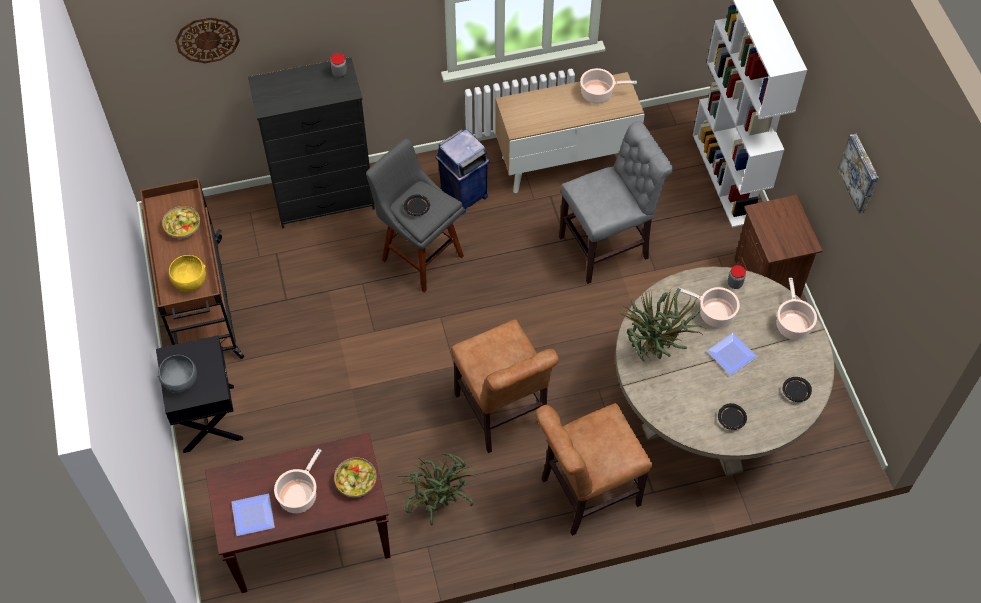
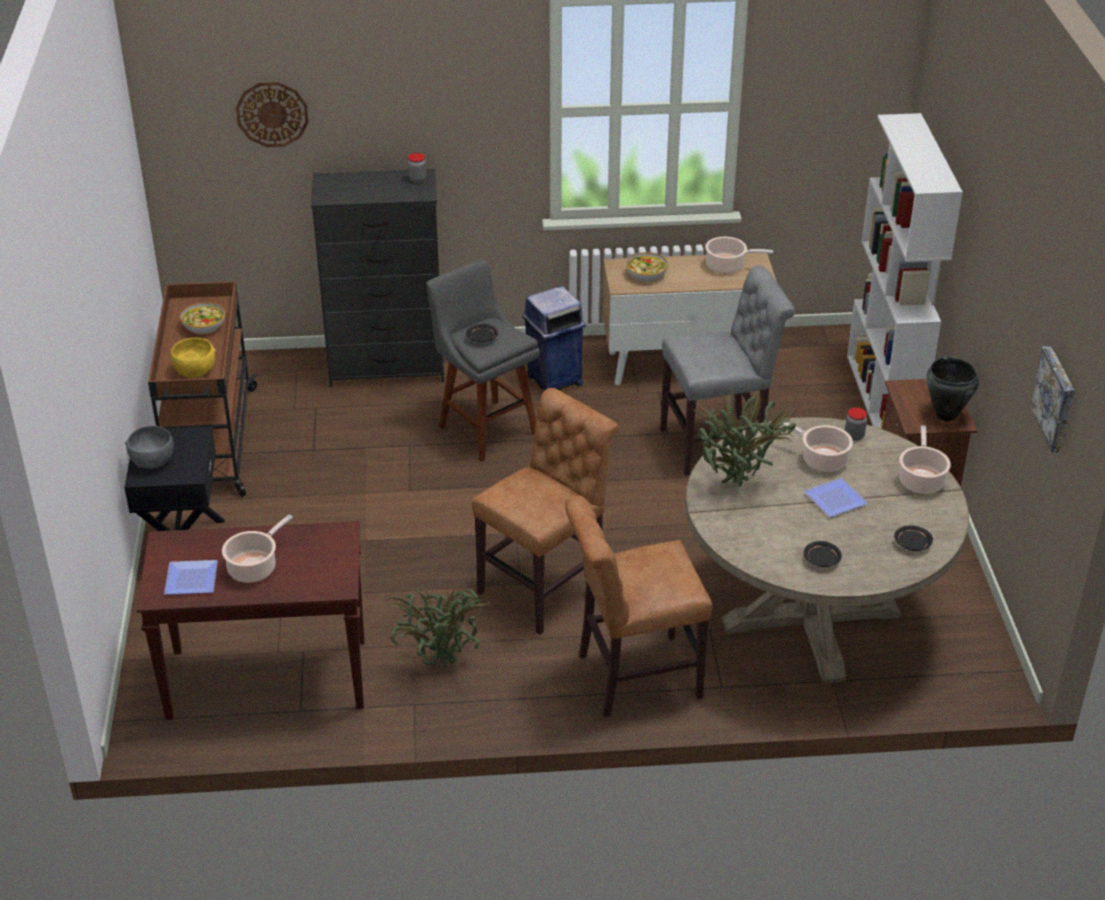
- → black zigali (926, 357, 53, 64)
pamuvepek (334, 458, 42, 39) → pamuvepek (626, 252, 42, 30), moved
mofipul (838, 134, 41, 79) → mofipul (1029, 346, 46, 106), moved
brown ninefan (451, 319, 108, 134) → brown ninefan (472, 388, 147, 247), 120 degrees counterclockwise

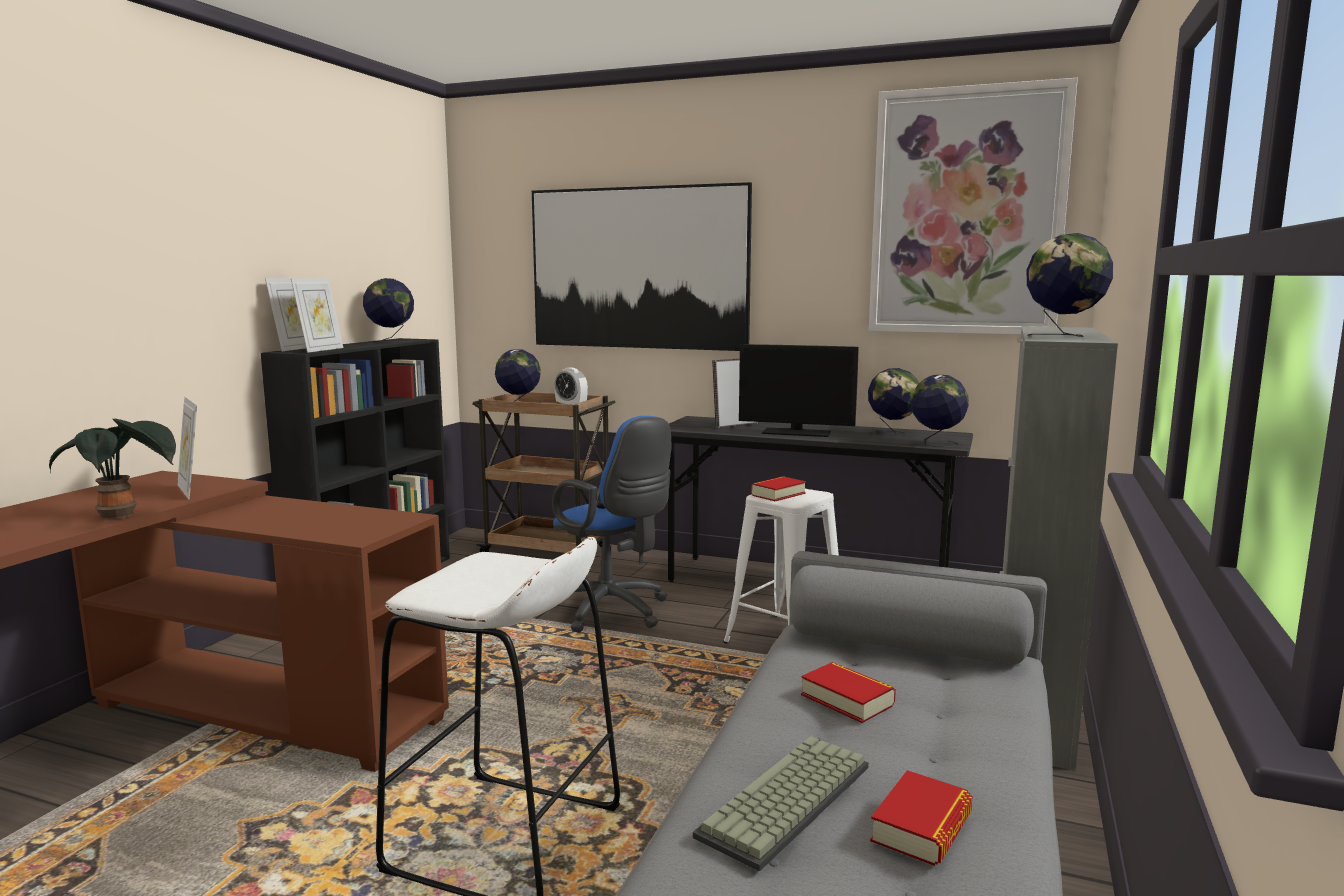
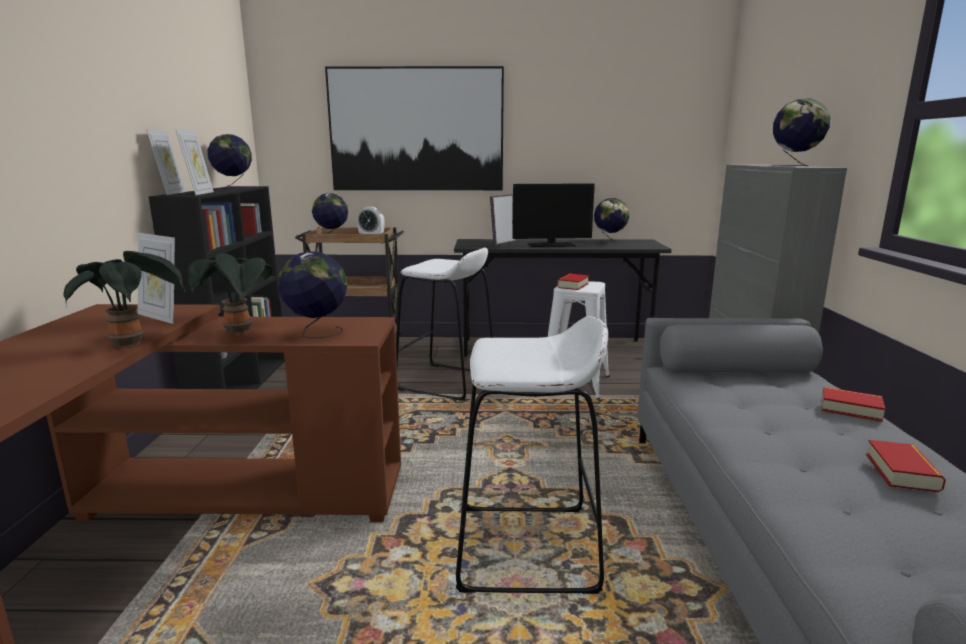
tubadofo (693, 736, 176, 135) → -
mofipul (869, 78, 209, 256) → -
- → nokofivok (188, 253, 84, 80)
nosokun (801, 662, 95, 61) → nosokun (822, 387, 63, 35), moved
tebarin (911, 375, 58, 72) → tebarin (279, 251, 68, 88), moved
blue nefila (552, 416, 119, 216) → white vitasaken (396, 247, 97, 154)

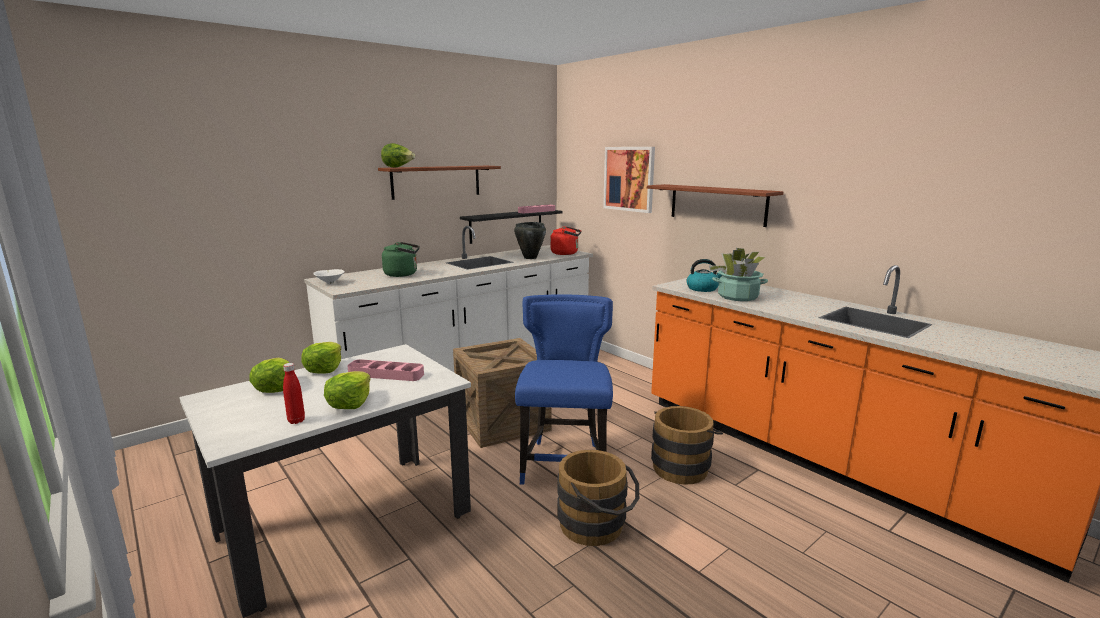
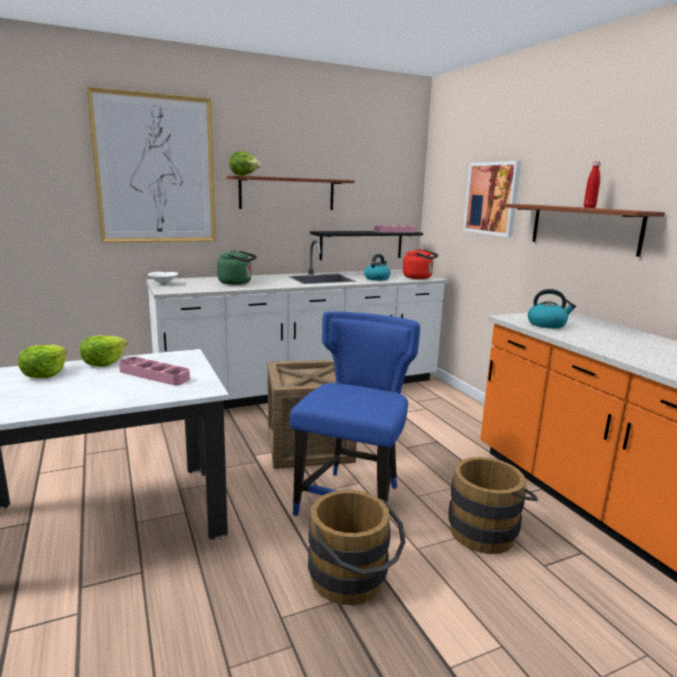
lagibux (324, 371, 47, 38) → -
nokofivok (709, 248, 59, 53) → -
- → mofipul (87, 87, 129, 156)
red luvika (283, 363, 22, 61) → red luvika (584, 161, 17, 47), moved
black zigali (514, 222, 32, 37) → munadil (364, 254, 26, 27)

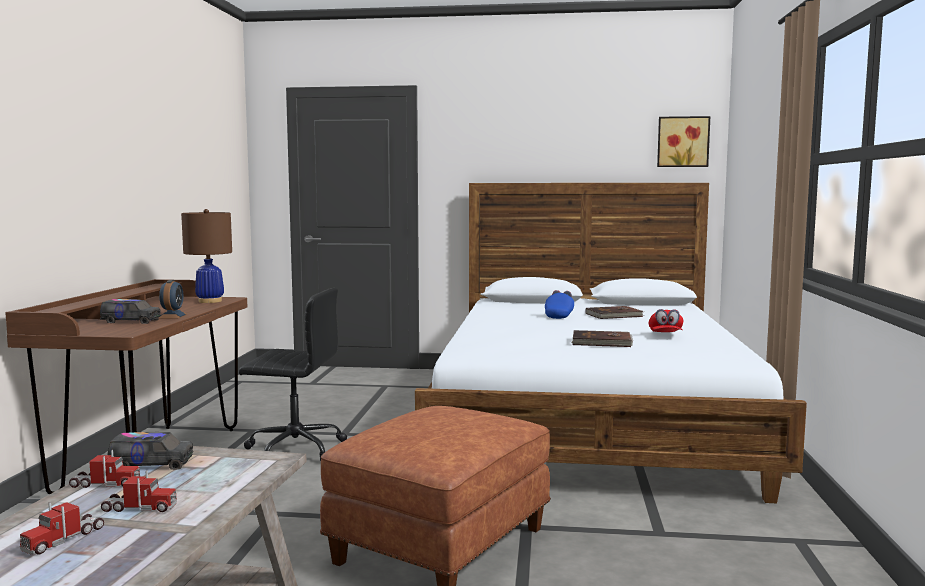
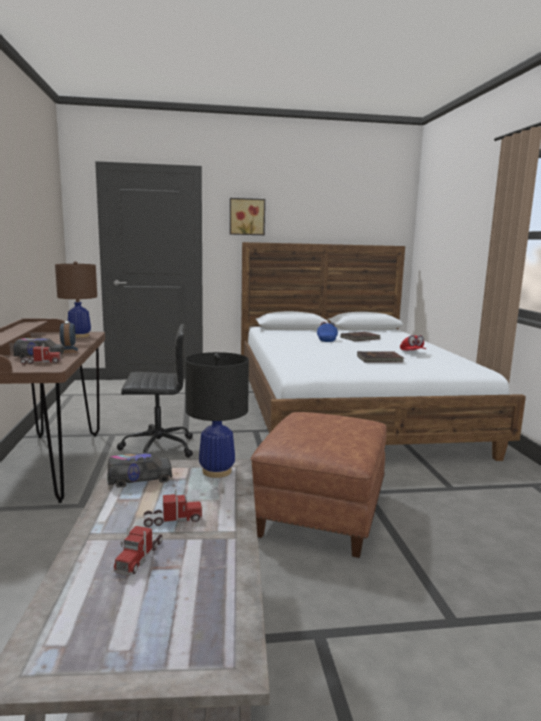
- → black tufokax (185, 352, 64, 126)
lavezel (69, 450, 71, 38) → lavezel (20, 343, 41, 21), moved
mofipul (657, 116, 53, 51) → mofipul (230, 198, 35, 37), moved

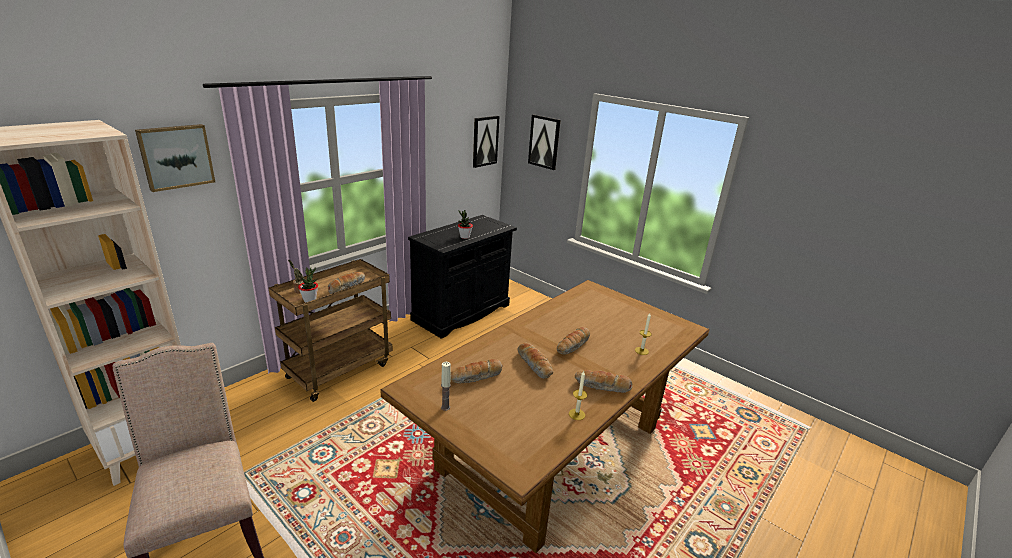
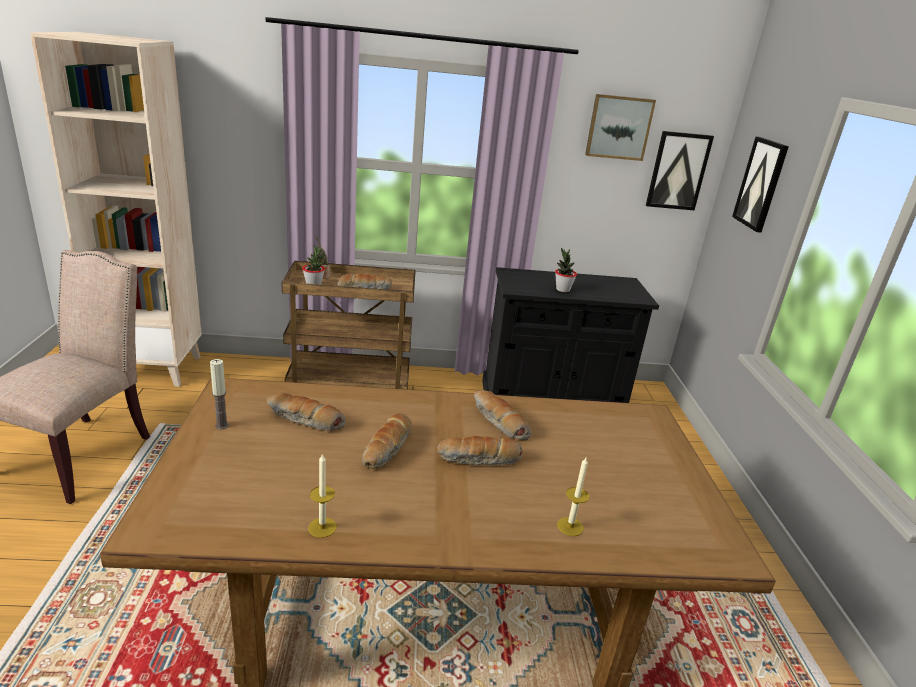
mofipul (135, 124, 80, 68) → mofipul (585, 94, 71, 67), moved
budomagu (575, 370, 57, 23) → budomagu (474, 390, 57, 50), moved

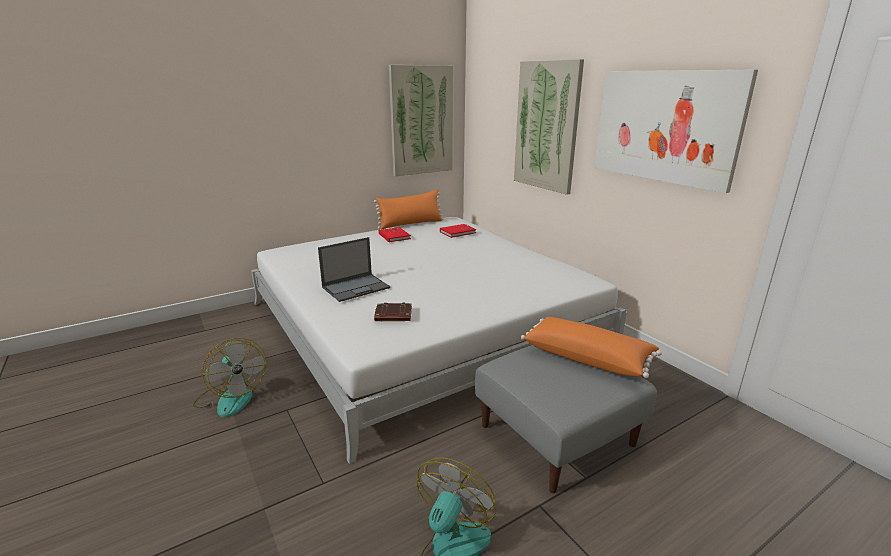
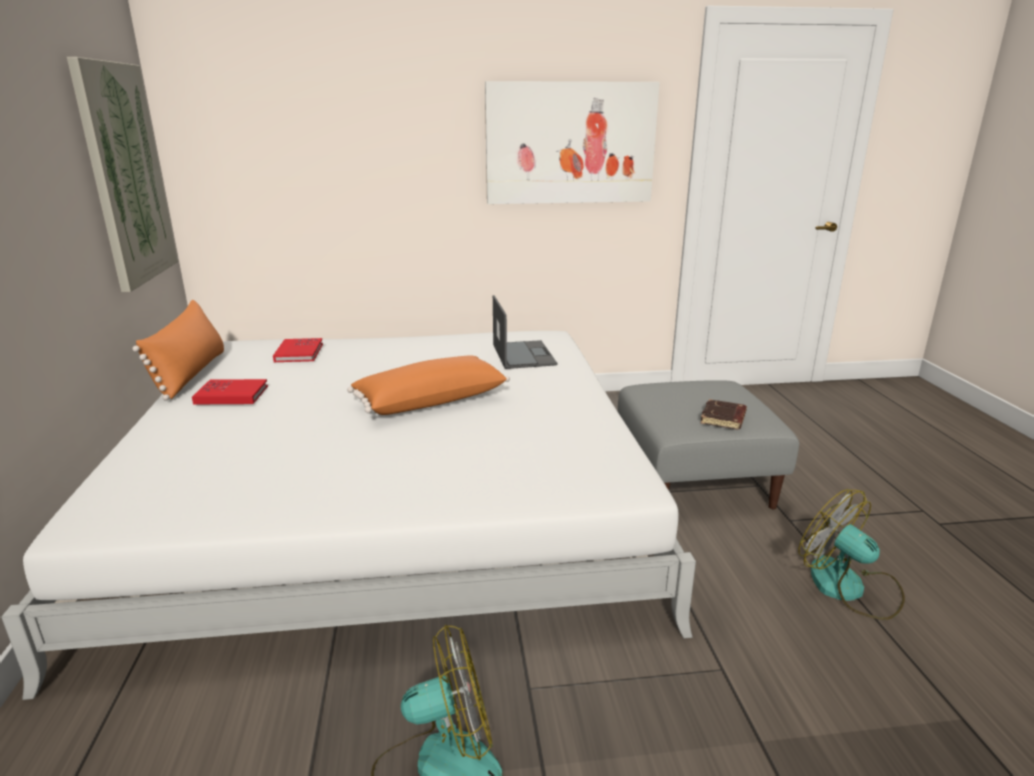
mofipul (514, 59, 70, 136) → -
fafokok (318, 237, 72, 65) → fafokok (493, 295, 64, 74), moved
brown nosokun (374, 302, 38, 19) → brown nosokun (701, 399, 46, 31), moved
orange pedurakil (521, 317, 141, 61) → orange pedurakil (347, 356, 163, 59), moved

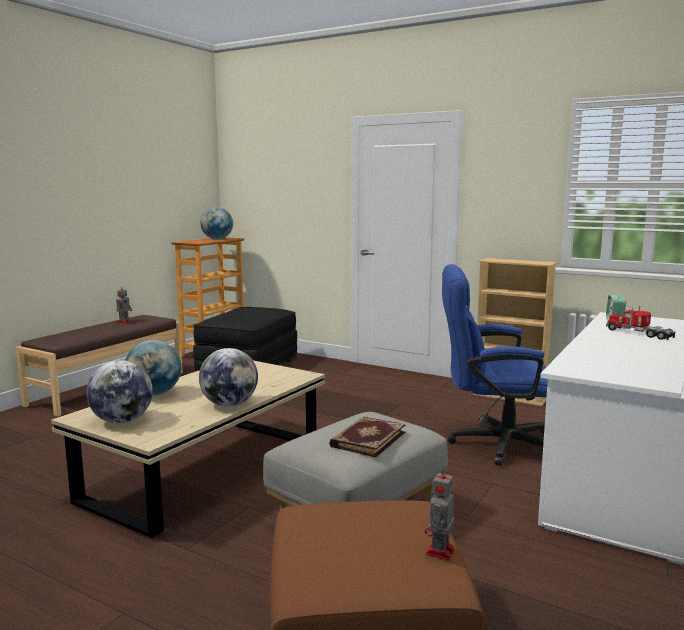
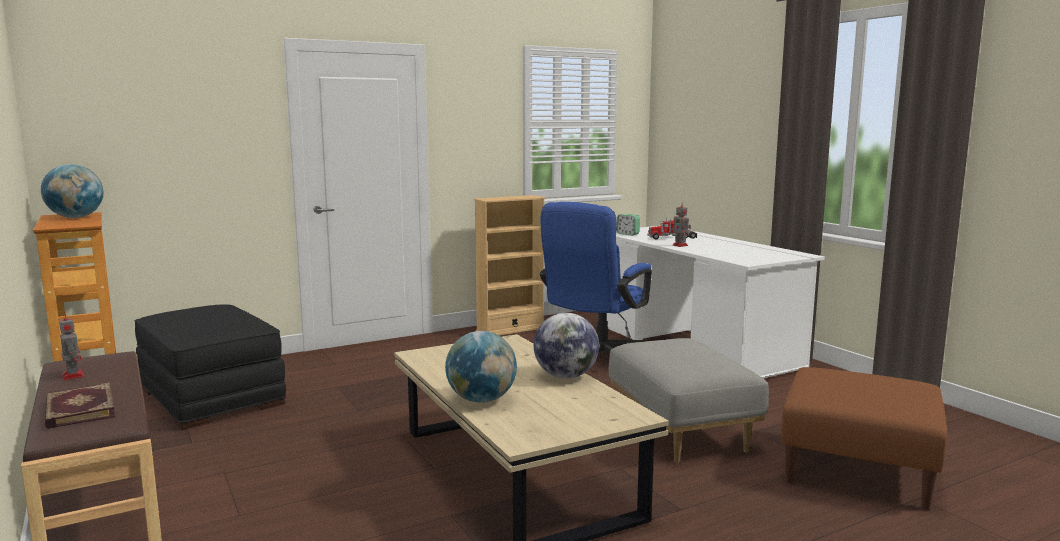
tebarin (86, 360, 67, 63) → -
nosokun (329, 417, 77, 41) → nosokun (45, 383, 70, 46), moved
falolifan (425, 467, 30, 94) → falolifan (671, 202, 20, 45), moved

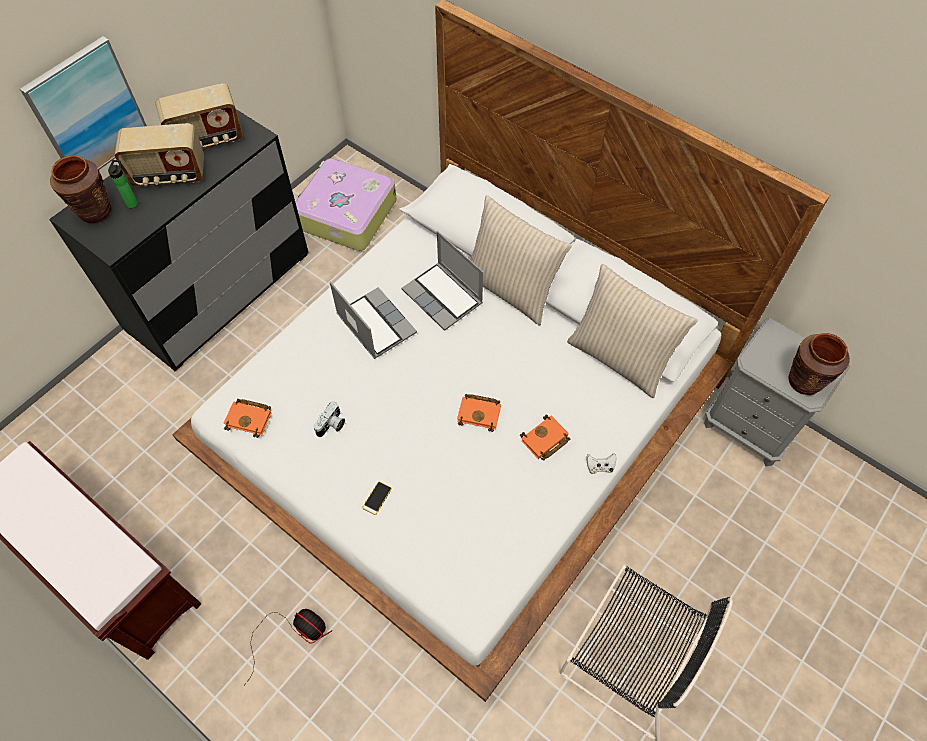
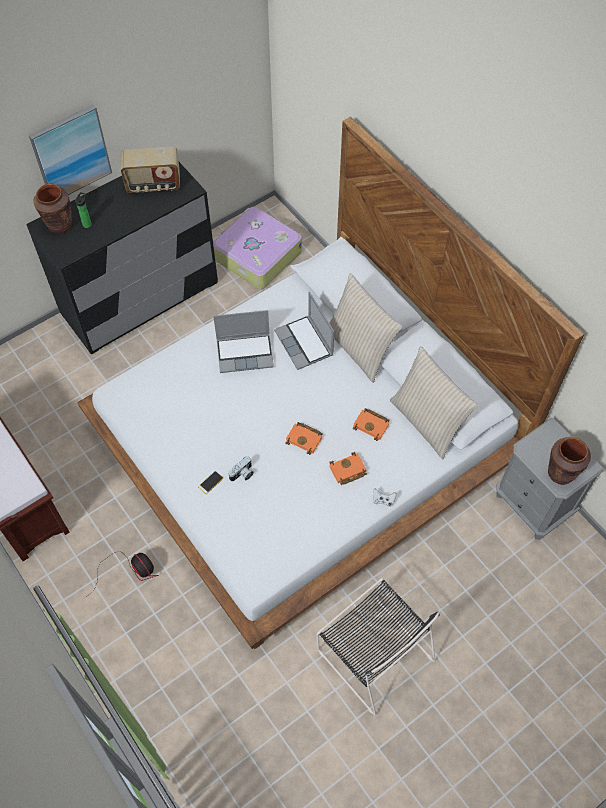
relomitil (115, 123, 89, 64) → -
orange nosokun (223, 399, 49, 39) → orange nosokun (353, 408, 37, 33), moved
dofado (313, 402, 32, 35) → dofado (228, 456, 26, 25), moved
fafokok (330, 281, 87, 78) → fafokok (213, 310, 61, 63), 105 degrees clockwise

